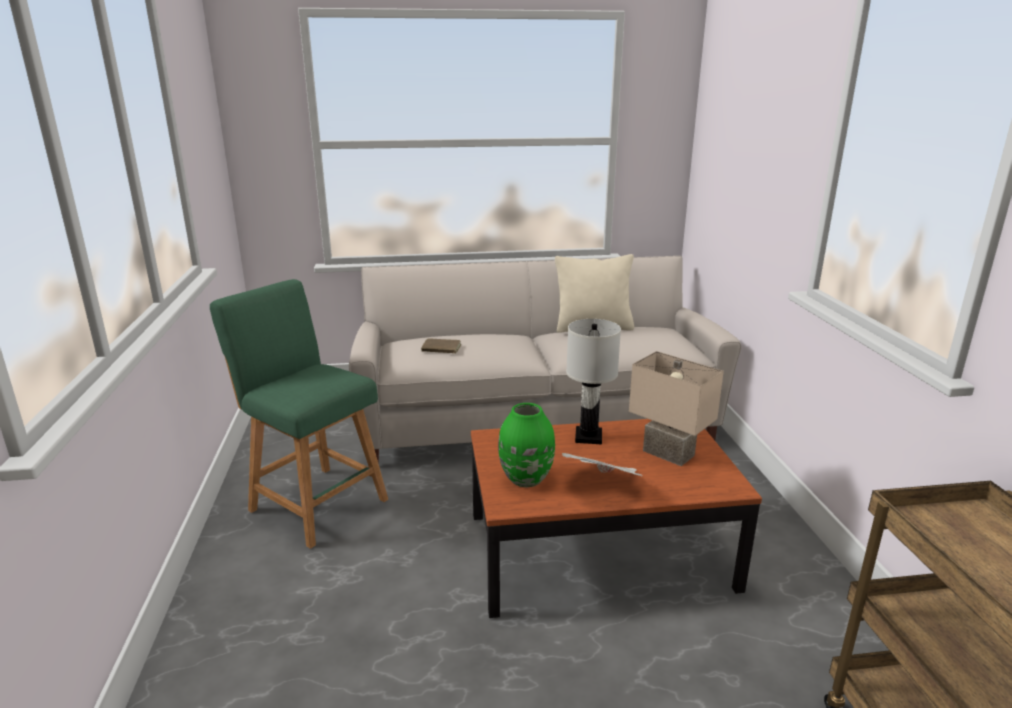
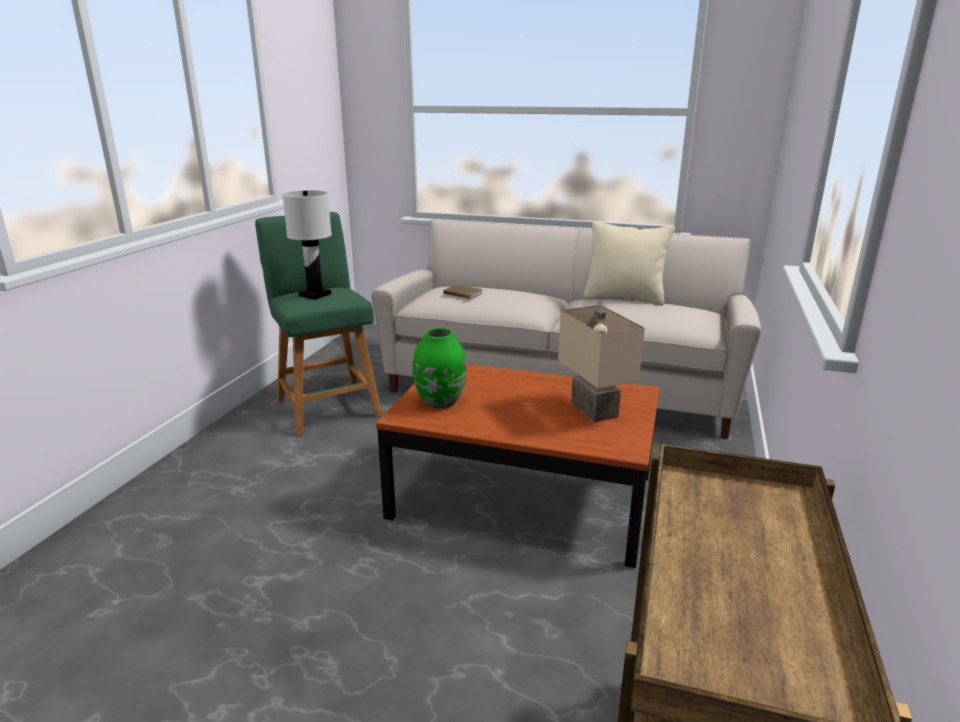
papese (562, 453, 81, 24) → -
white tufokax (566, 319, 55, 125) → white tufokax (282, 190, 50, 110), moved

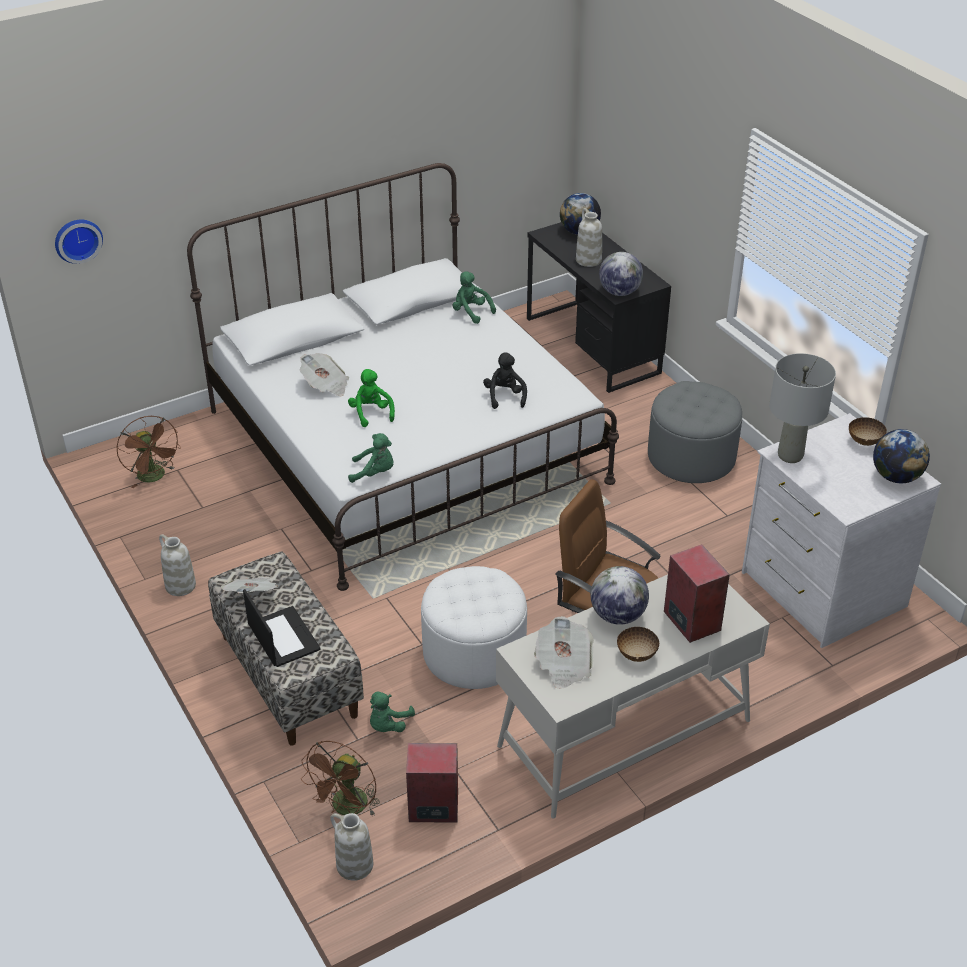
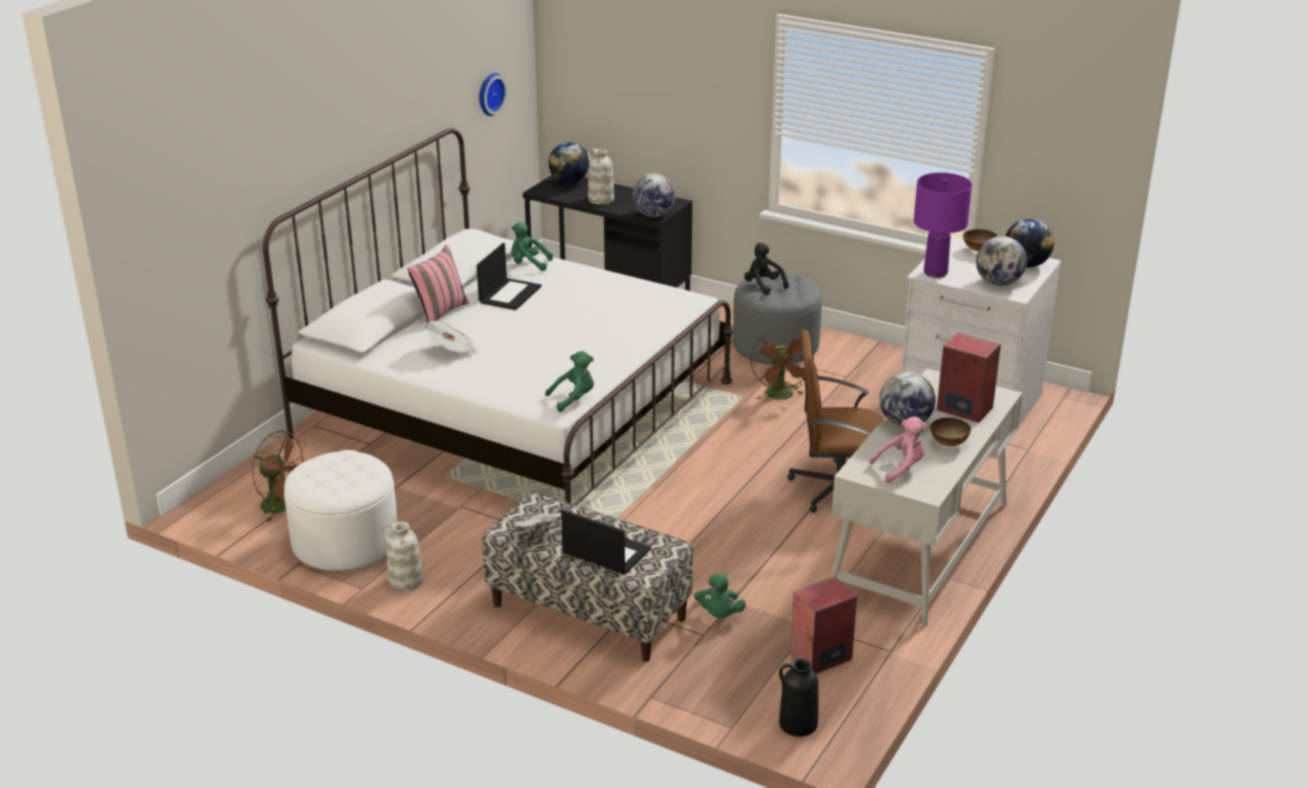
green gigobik (348, 369, 47, 58) → -
- → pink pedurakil (407, 244, 62, 79)
- → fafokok (477, 243, 65, 67)
- → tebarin (976, 236, 51, 50)
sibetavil (55, 219, 48, 45) → sibetavil (479, 73, 28, 43), moved
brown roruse (301, 741, 79, 76) → brown roruse (750, 328, 64, 71), moved
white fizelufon (421, 566, 106, 123) → white fizelufon (284, 450, 114, 121), moved
black gigobik (483, 352, 44, 57) → black gigobik (744, 243, 45, 52), moved
papese (534, 616, 60, 73) → pink gigobik (869, 417, 58, 66)
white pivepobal (330, 813, 43, 68) → black pivepobal (779, 659, 40, 78)
grey tufokax (769, 353, 67, 110) → purple tufokax (914, 173, 58, 105)

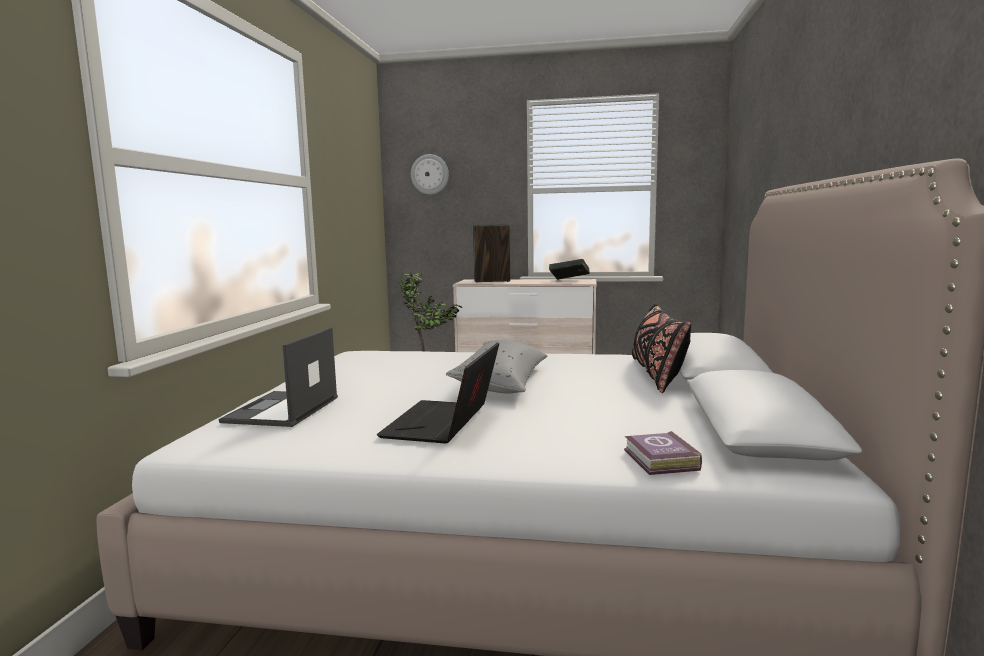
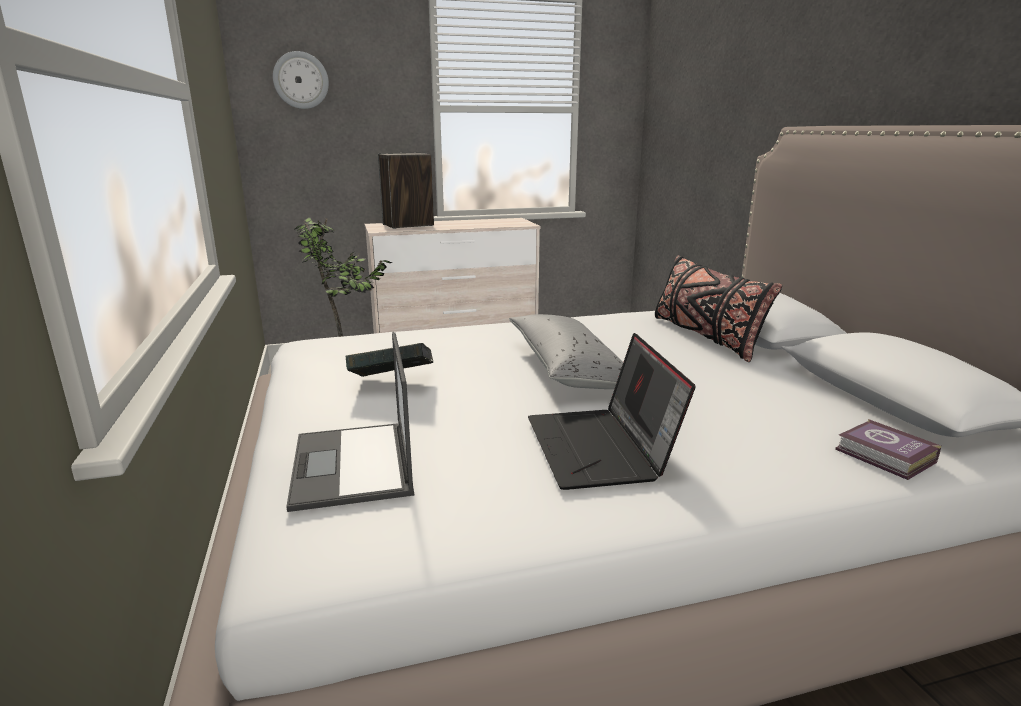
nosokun (549, 259, 41, 21) → nosokun (345, 343, 88, 34), moved

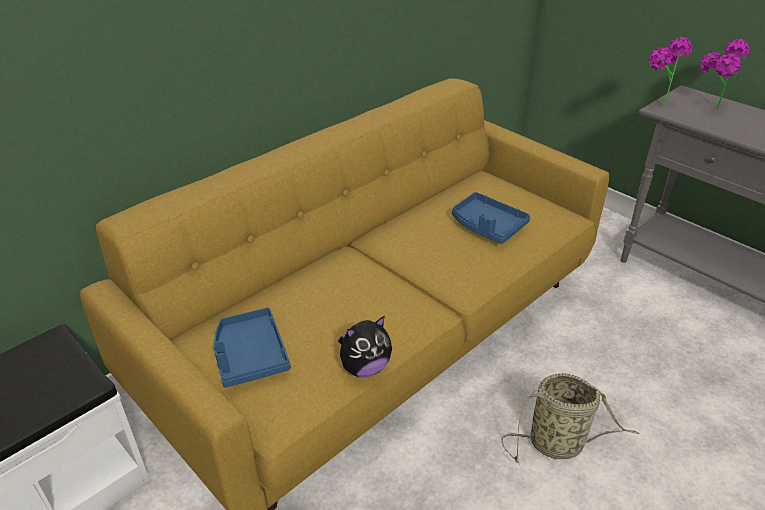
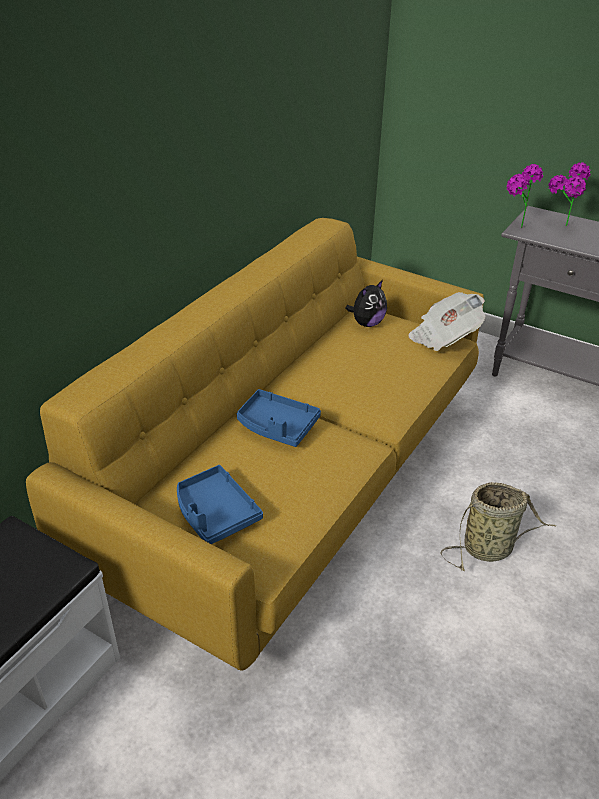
- → papese (408, 292, 77, 59)
gigobik (338, 316, 54, 61) → gigobik (345, 280, 42, 47), moved
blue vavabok (452, 192, 78, 52) → blue vavabok (237, 389, 84, 58), moved

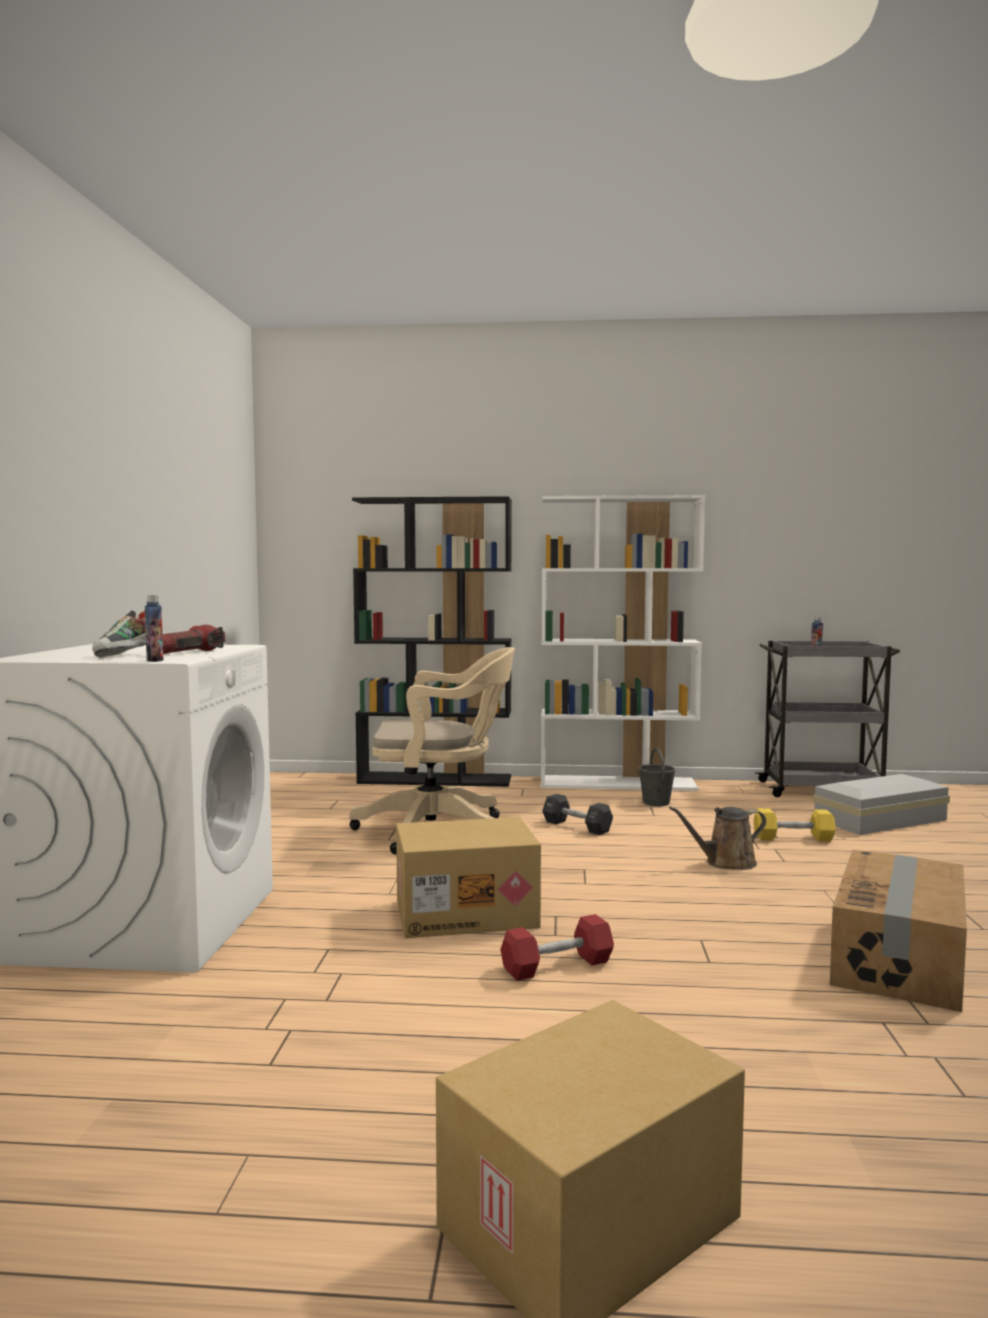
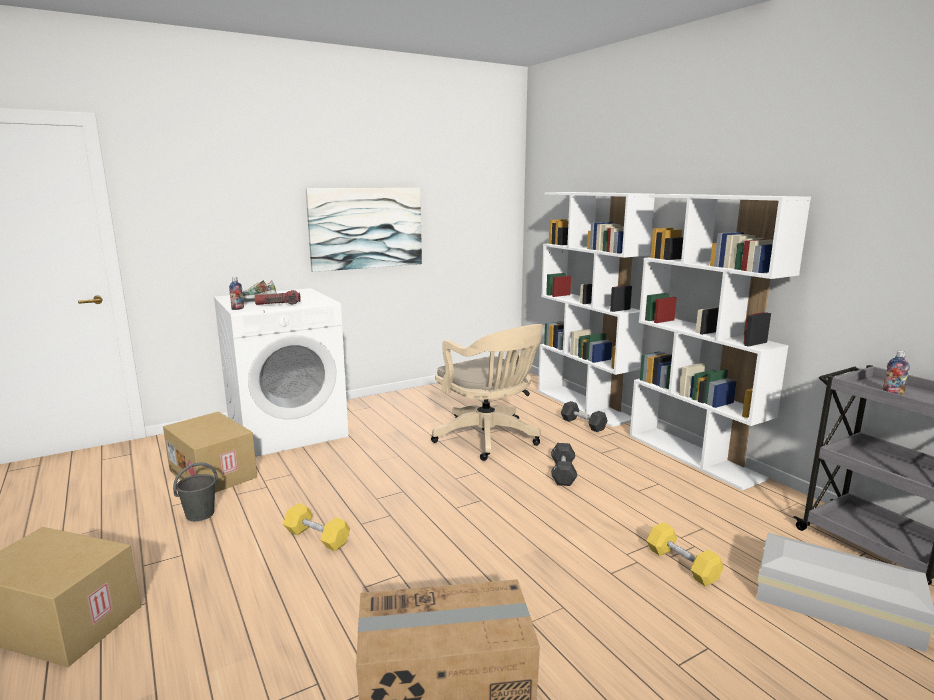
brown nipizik (669, 806, 97, 64) → -
- → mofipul (305, 188, 117, 84)
- → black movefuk (561, 401, 46, 31)
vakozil (396, 817, 145, 121) → vakozil (163, 412, 94, 81), moved
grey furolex (639, 747, 37, 59) → grey furolex (173, 463, 45, 58), moved
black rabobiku (352, 496, 160, 291) → white rabobiku (538, 192, 117, 235)
red movefuk (500, 914, 114, 67) → yellow movefuk (283, 503, 67, 48)

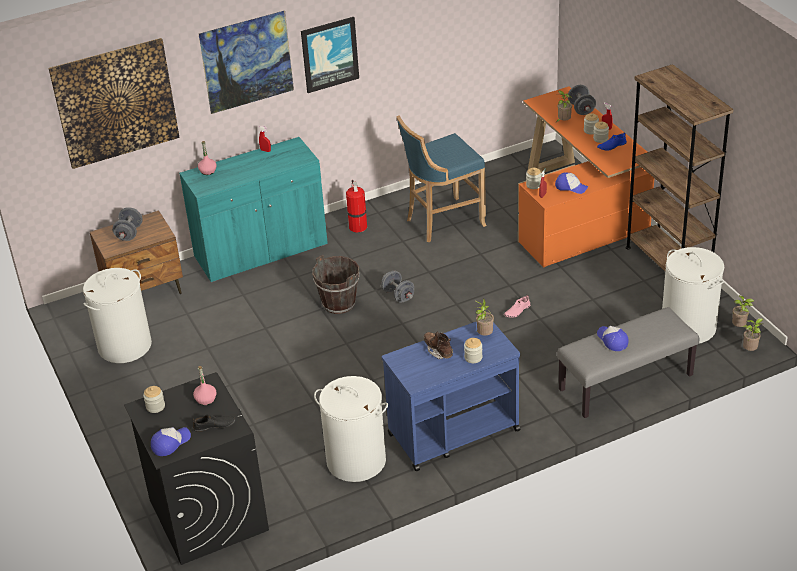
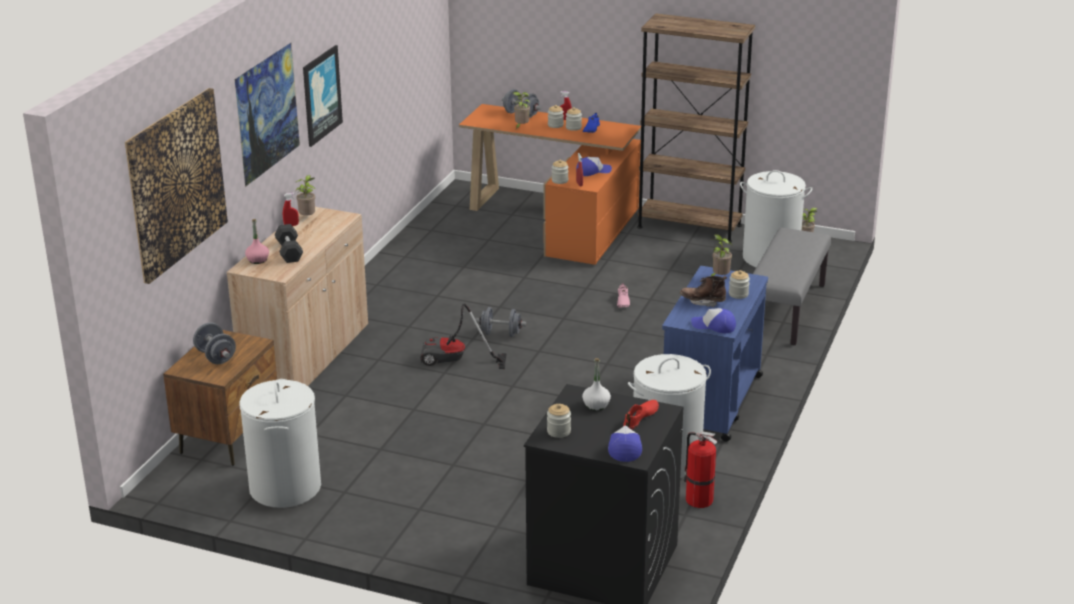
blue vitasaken (396, 115, 91, 127) → -
- → black movefuk (275, 224, 28, 39)
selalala (346, 180, 21, 52) → selalala (683, 432, 34, 76), moved
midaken (597, 326, 32, 25) → midaken (691, 308, 45, 25), moved
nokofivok (743, 318, 20, 33) → nokofivok (296, 175, 19, 41), moved
brown furolex (312, 255, 47, 59) → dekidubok (420, 303, 87, 66)
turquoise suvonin (179, 137, 149, 146) → beige suvonin (227, 207, 141, 179)
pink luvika (193, 366, 23, 39) → white luvika (582, 358, 29, 53)
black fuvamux (193, 414, 43, 18) → red fuvamux (623, 400, 36, 30)

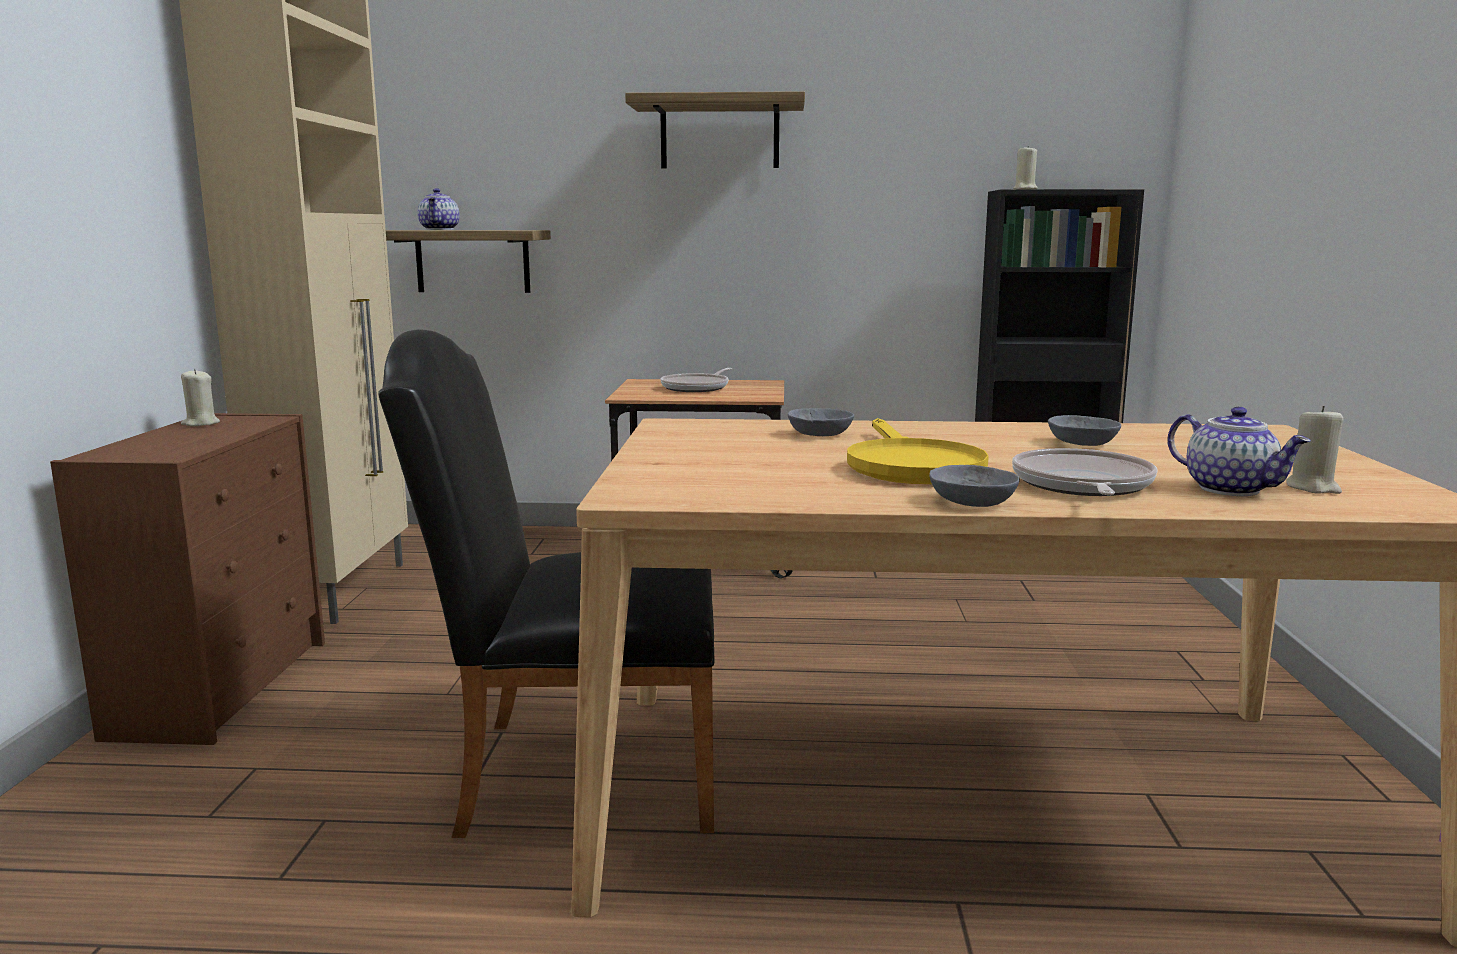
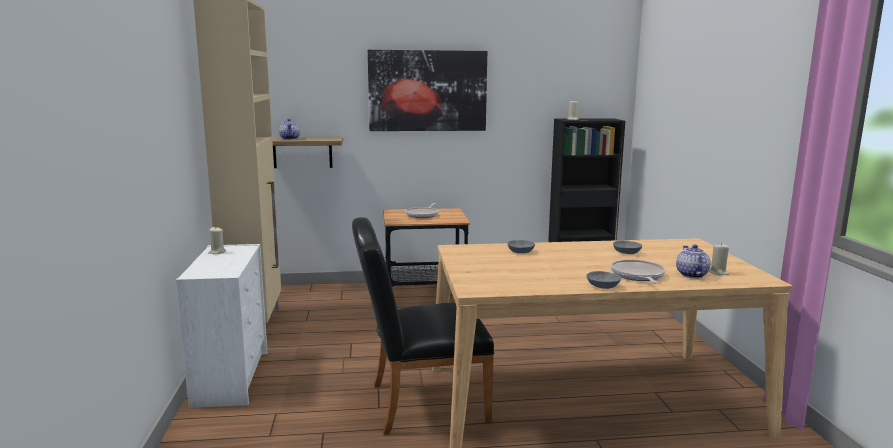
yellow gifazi (847, 418, 142, 66) → -
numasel (625, 91, 180, 77) → mofipul (368, 50, 119, 81)
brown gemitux (50, 413, 275, 332) → white gemitux (176, 244, 91, 164)
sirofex (1168, 407, 143, 89) → sirofex (676, 245, 35, 33), 135 degrees counterclockwise

